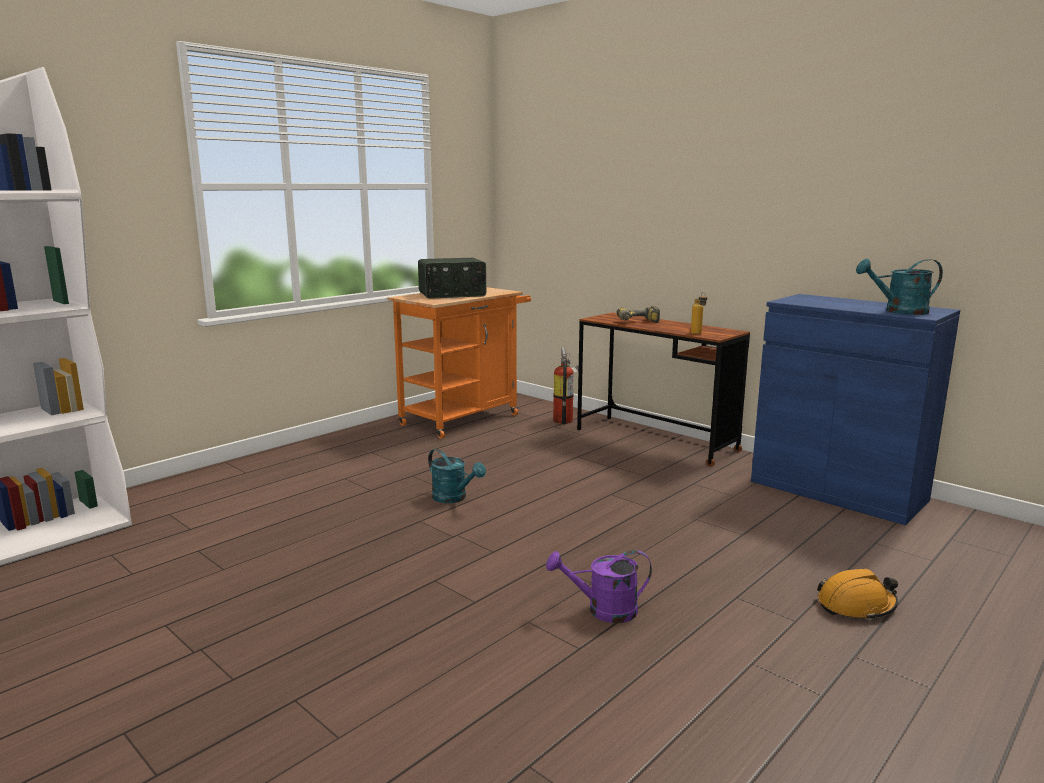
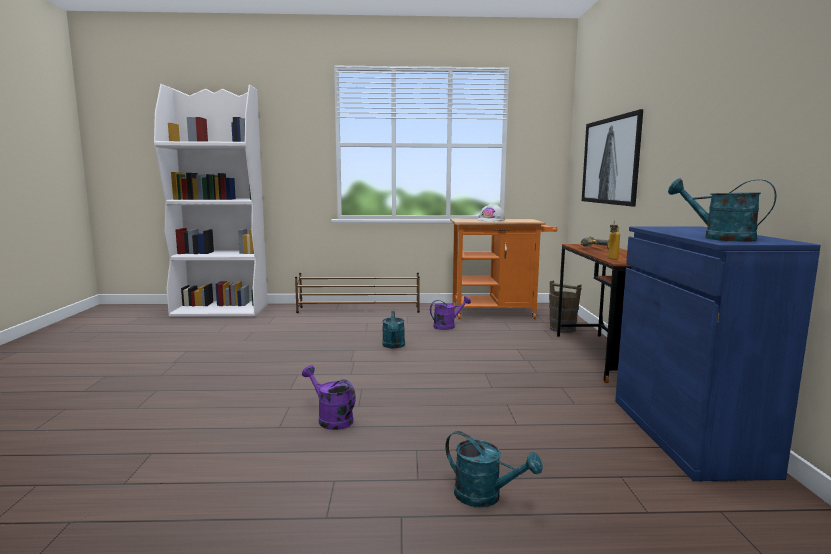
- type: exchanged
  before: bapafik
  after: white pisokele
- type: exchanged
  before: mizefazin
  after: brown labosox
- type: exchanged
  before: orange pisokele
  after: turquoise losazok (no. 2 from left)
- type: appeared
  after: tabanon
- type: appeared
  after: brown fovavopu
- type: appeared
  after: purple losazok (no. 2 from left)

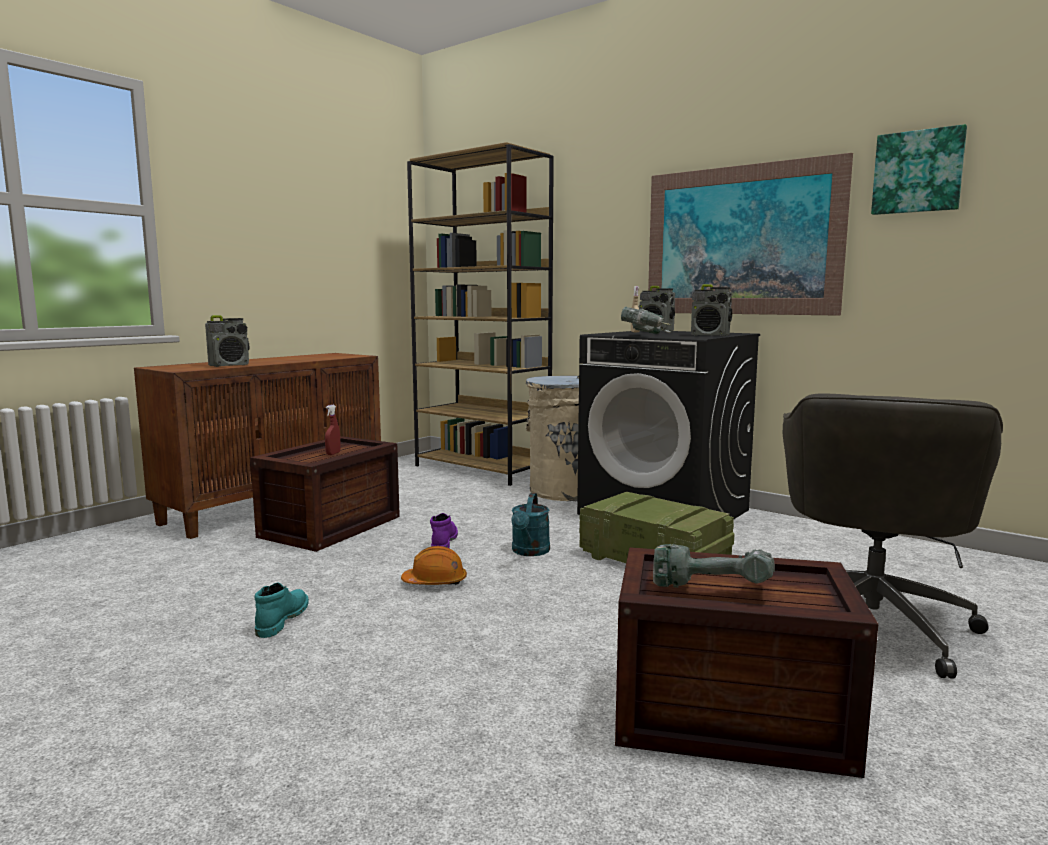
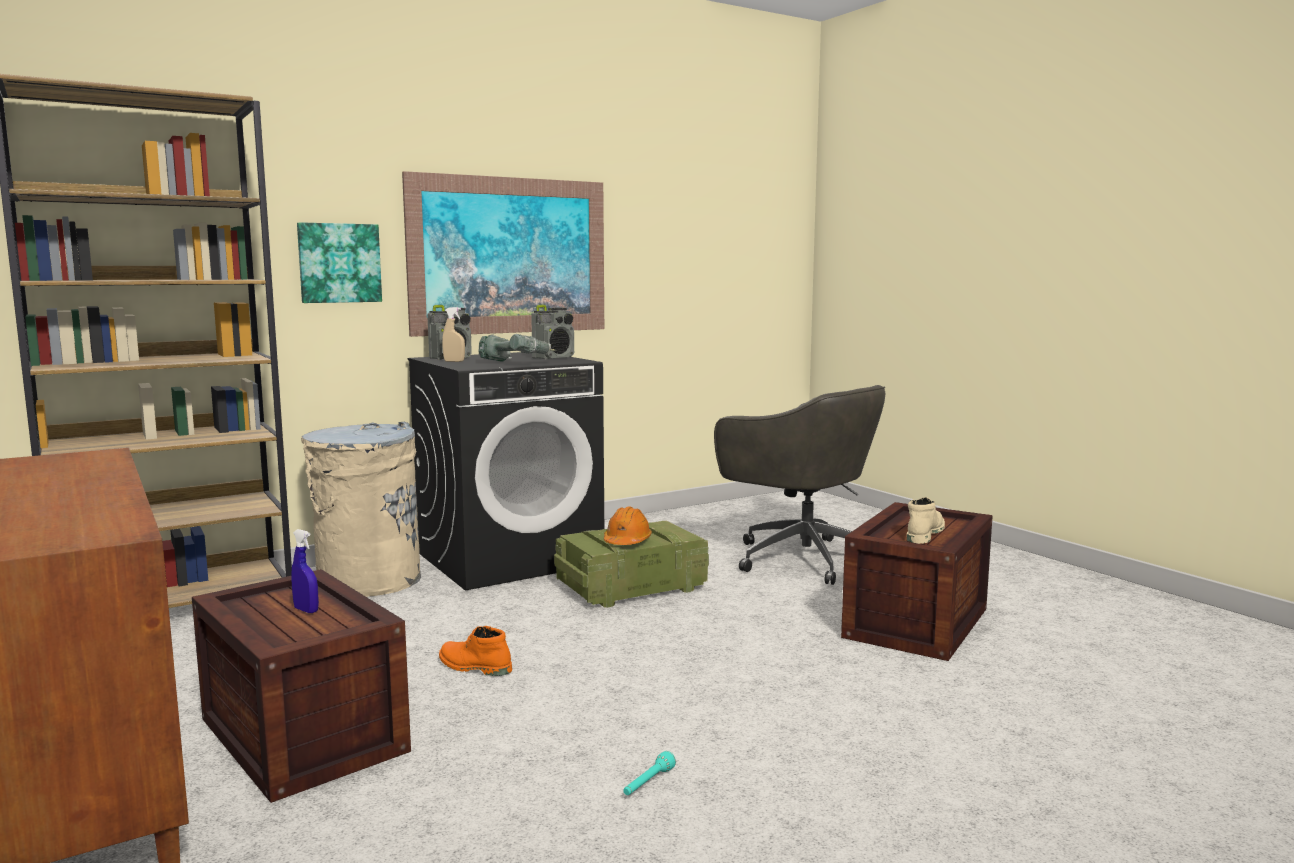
- type: relocated
  before: tabanon (no. 2 from left in the first image)
  after: tabanon (no. 1 from left)
- type: missing
  before: bapafik (no. 1 from left)
- type: colour
  before: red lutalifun
  after: blue lutalifun
- type: missing
  before: turquoise losazok
- type: colour
  before: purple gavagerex
  after: orange gavagerex
- type: exchanged
  before: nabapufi (no. 2 from left)
  after: beige gavagerex
- type: relocated
  before: orange pisokele
- type: exchanged
  before: turquoise gavagerex
  after: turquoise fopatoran

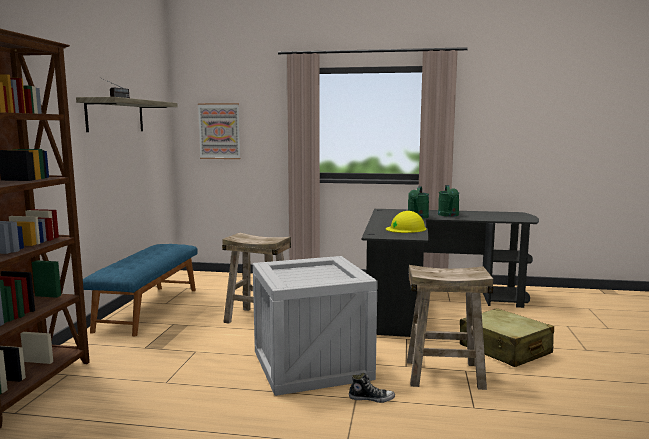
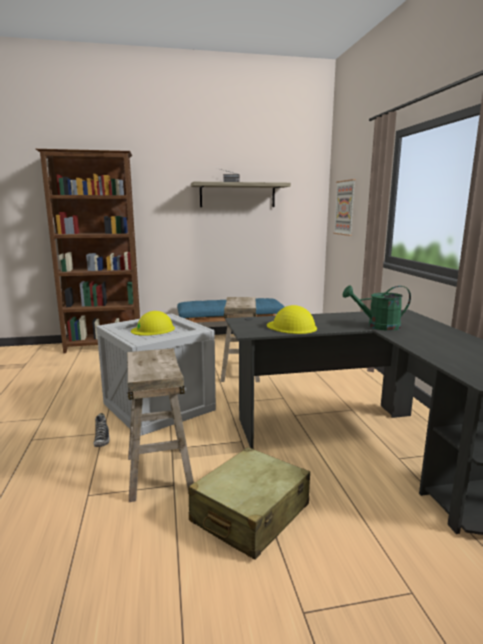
- type: missing
  before: green losazok (no. 2 from left)
- type: appeared
  after: yellow pisokele (no. 1 from left)

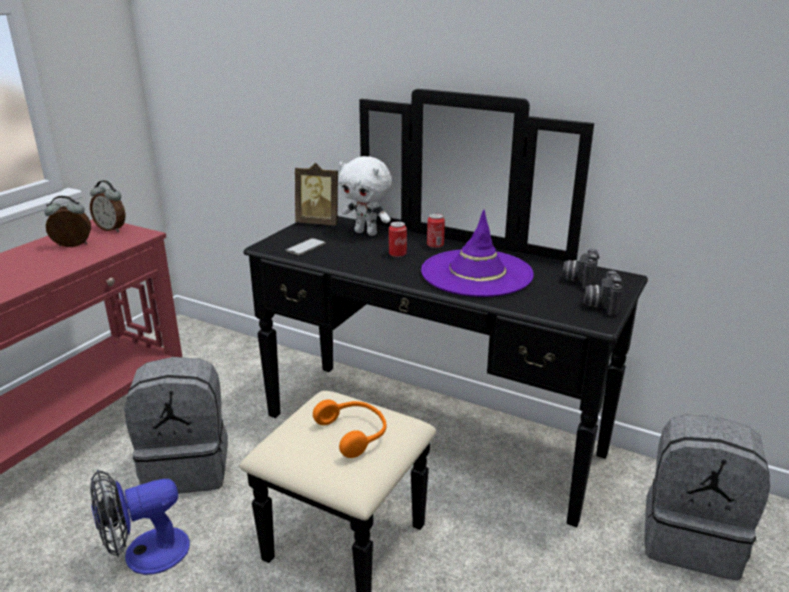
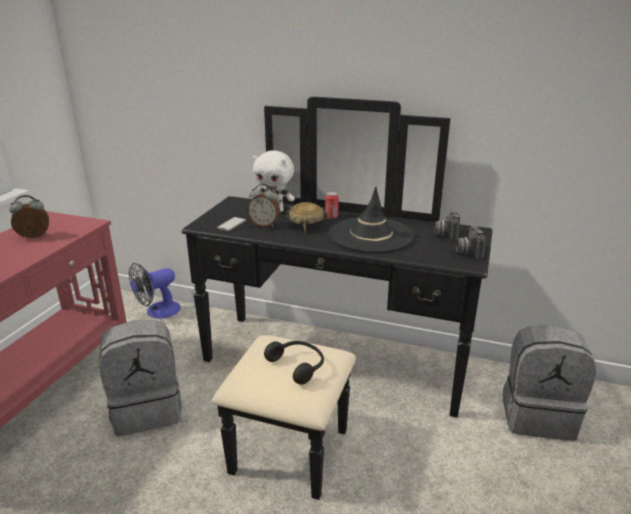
- type: missing
  before: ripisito
- type: relocated
  before: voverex (no. 2 from left)
- type: colour
  before: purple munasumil
  after: black munasumil
- type: exchanged
  before: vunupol (no. 1 from left)
  after: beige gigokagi
- type: colour
  before: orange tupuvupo
  after: black tupuvupo
- type: relocated
  before: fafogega

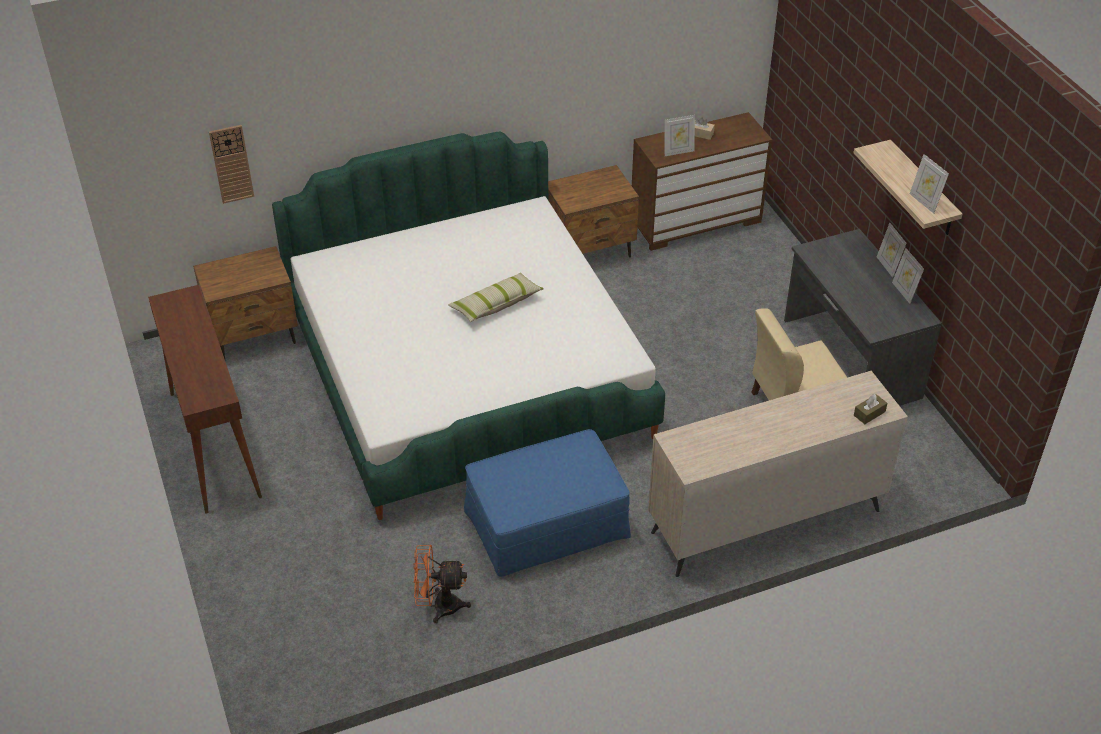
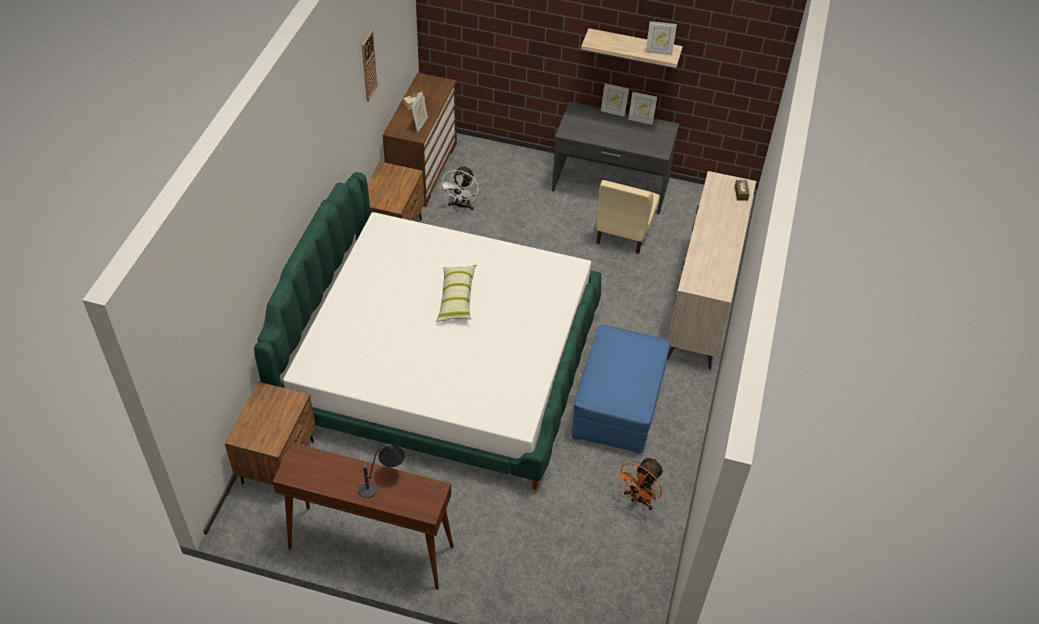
- type: relocated
  before: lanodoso
- type: appeared
  after: white fafogega
- type: appeared
  after: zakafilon

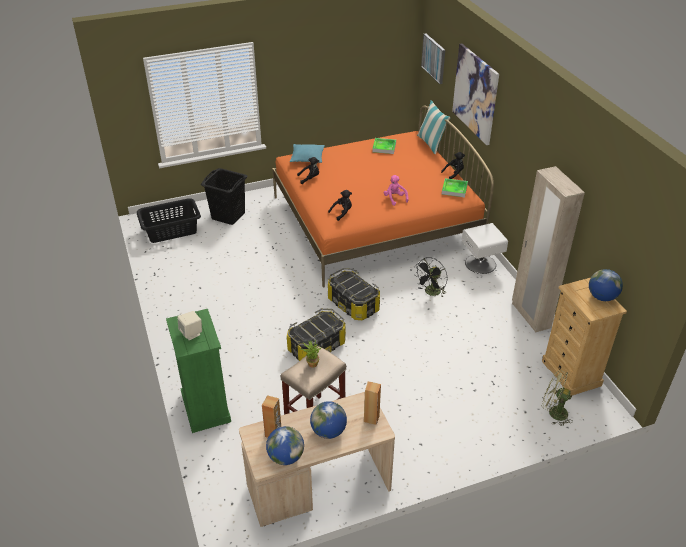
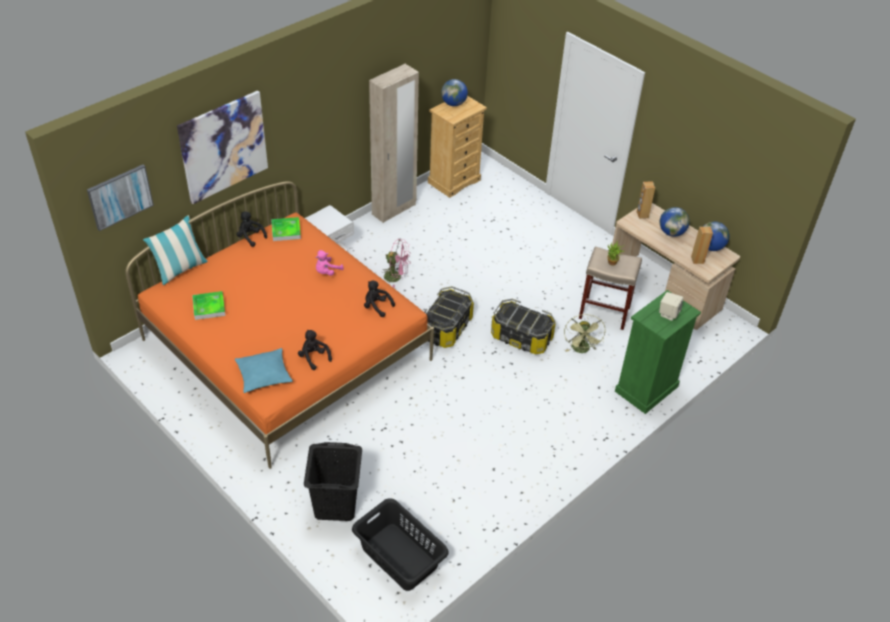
- type: colour
  before: black fafogega
  after: pink fafogega
- type: relocated
  before: green fafogega

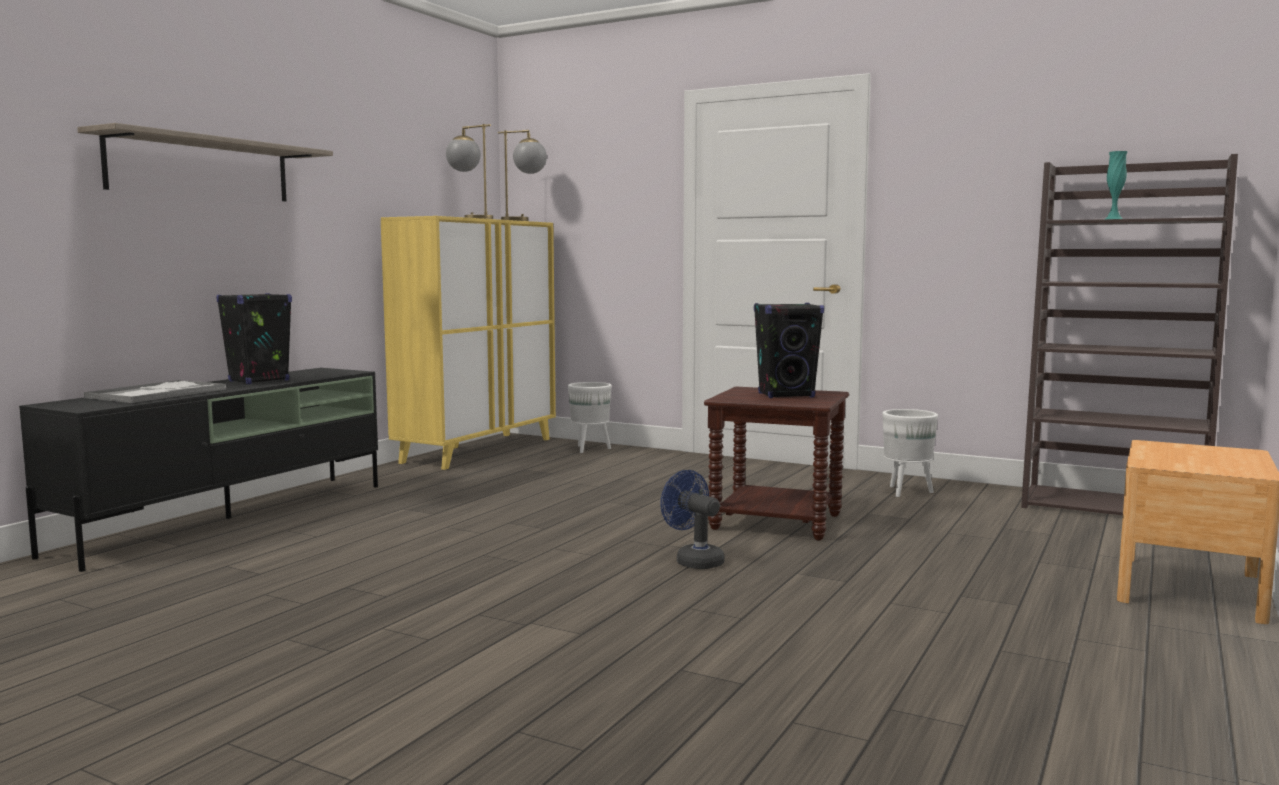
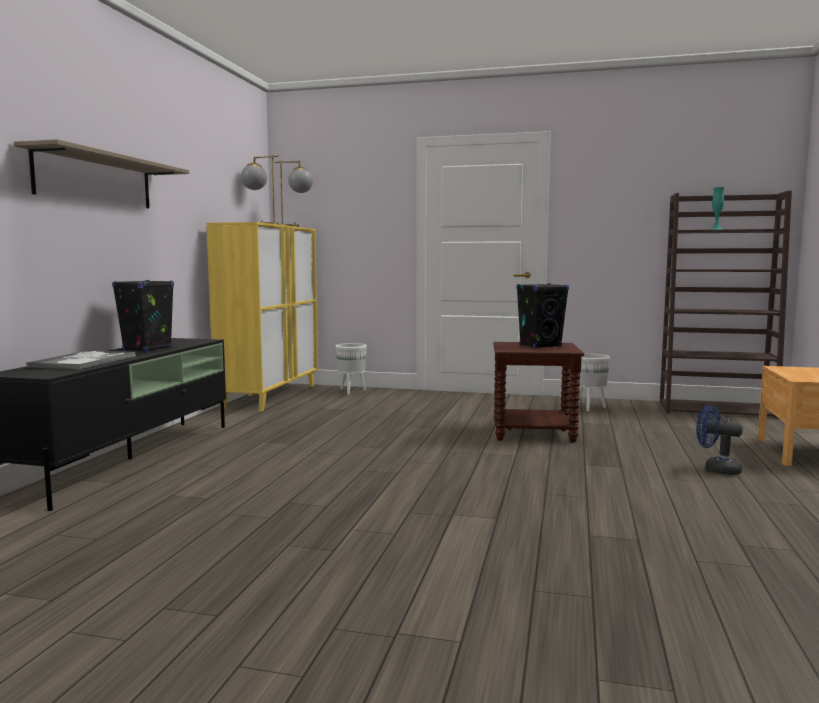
- type: relocated
  before: blue fafogega

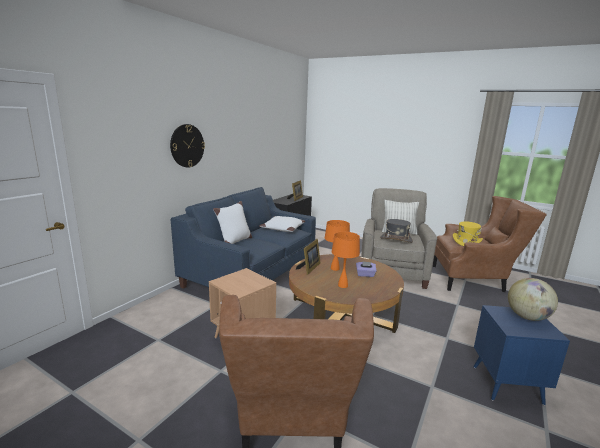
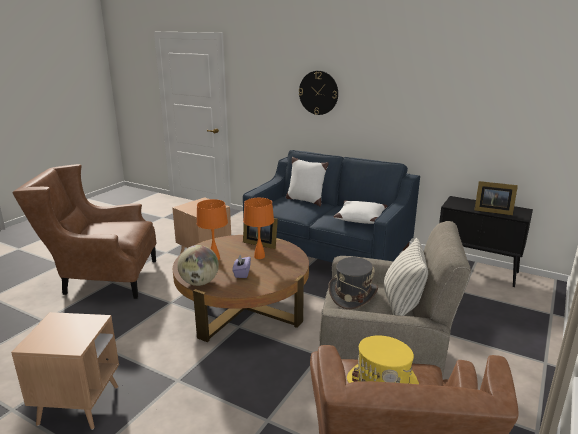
- type: relocated
  before: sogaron
- type: colour
  before: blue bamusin
  after: brown bamusin (no. 1 from left)

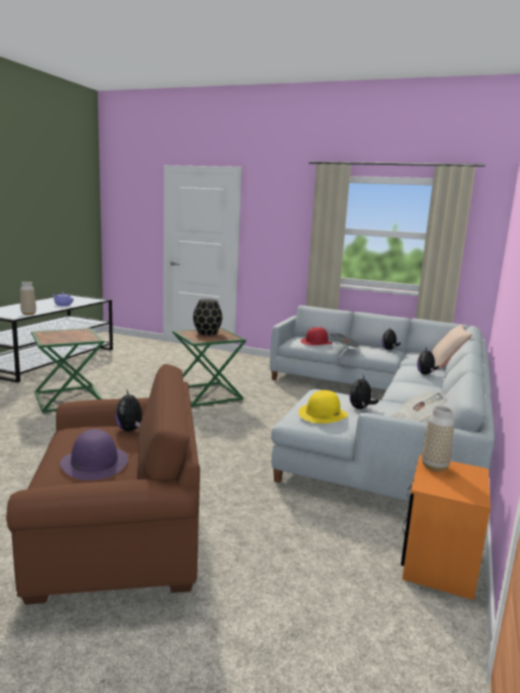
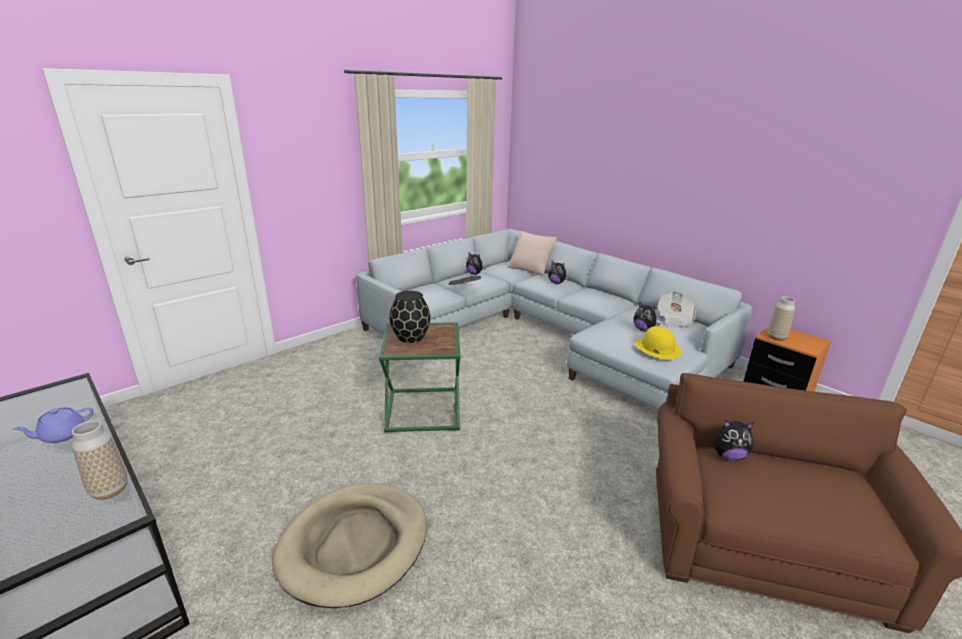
- type: missing
  before: red munasumil
- type: exchanged
  before: green bamusin (no. 1 from left)
  after: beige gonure
- type: missing
  before: purple munasumil

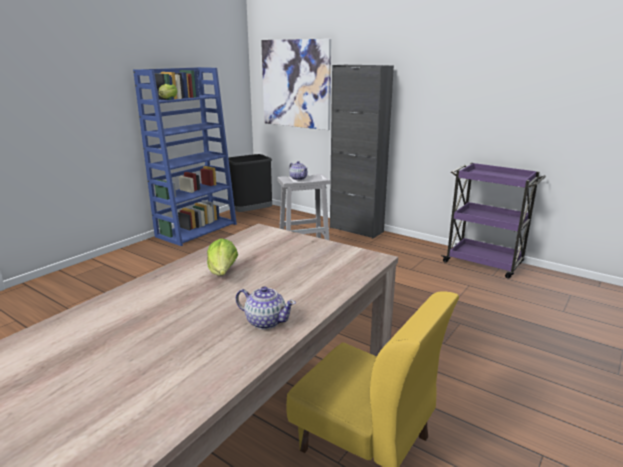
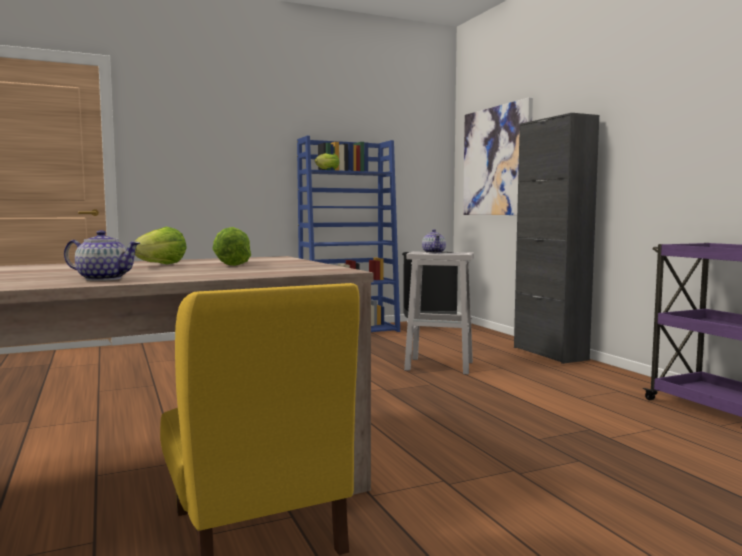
- type: spun
  before: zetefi (no. 1 from left)
  turn: -45
- type: appeared
  after: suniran (no. 2 from left)

